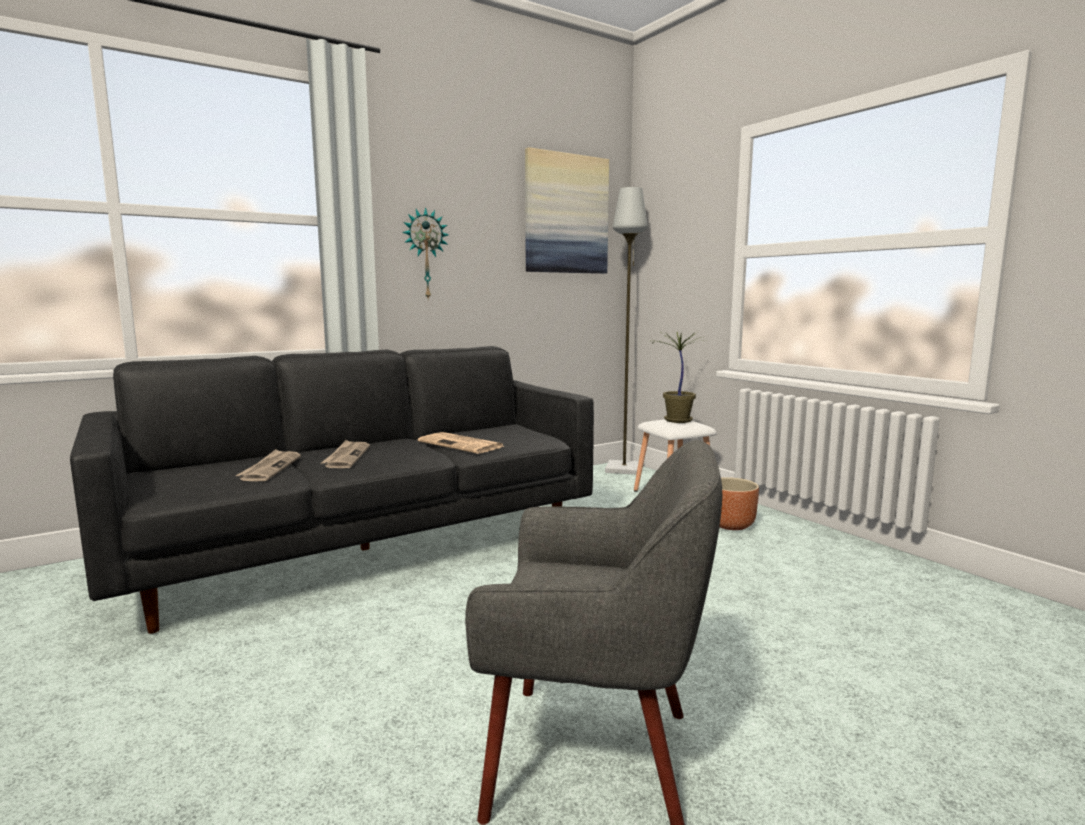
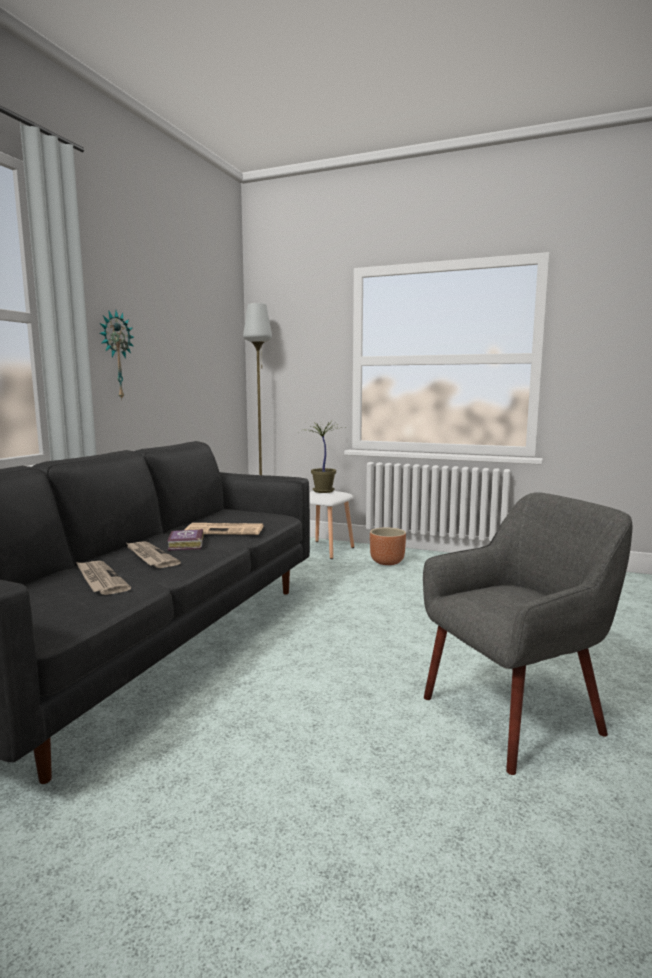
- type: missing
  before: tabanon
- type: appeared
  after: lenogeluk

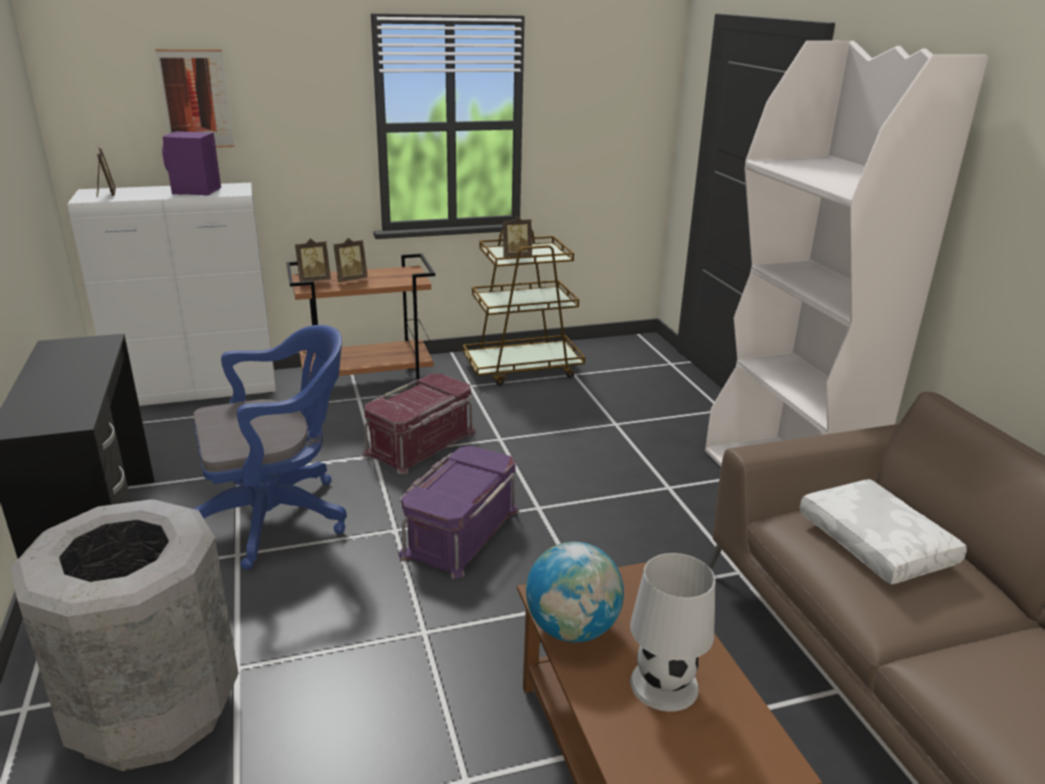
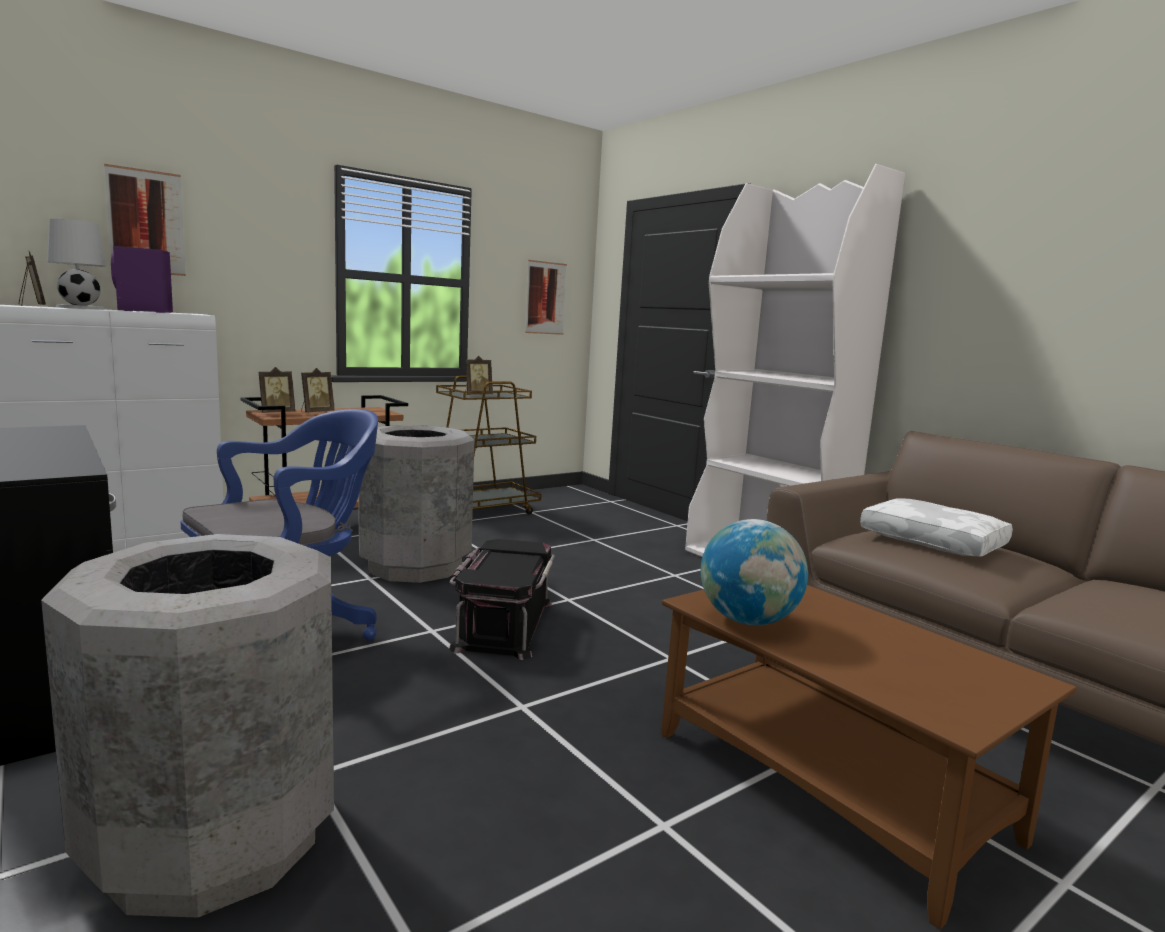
- type: exchanged
  before: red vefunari
  after: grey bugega (no. 2 from left)
- type: colour
  before: purple vefunari
  after: black vefunari
- type: relocated
  before: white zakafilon
- type: appeared
  after: tabanon (no. 2 from left)

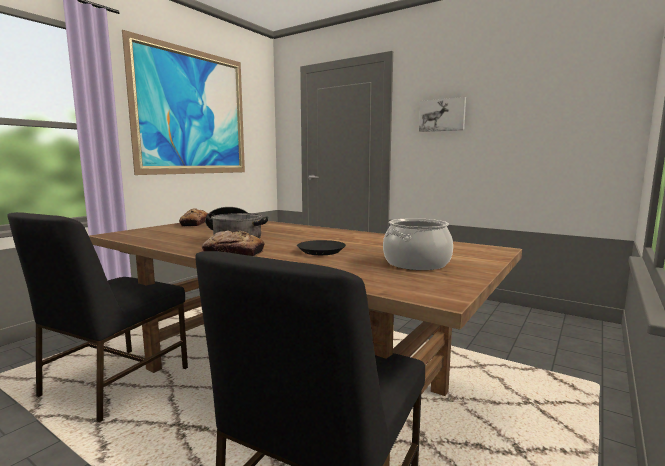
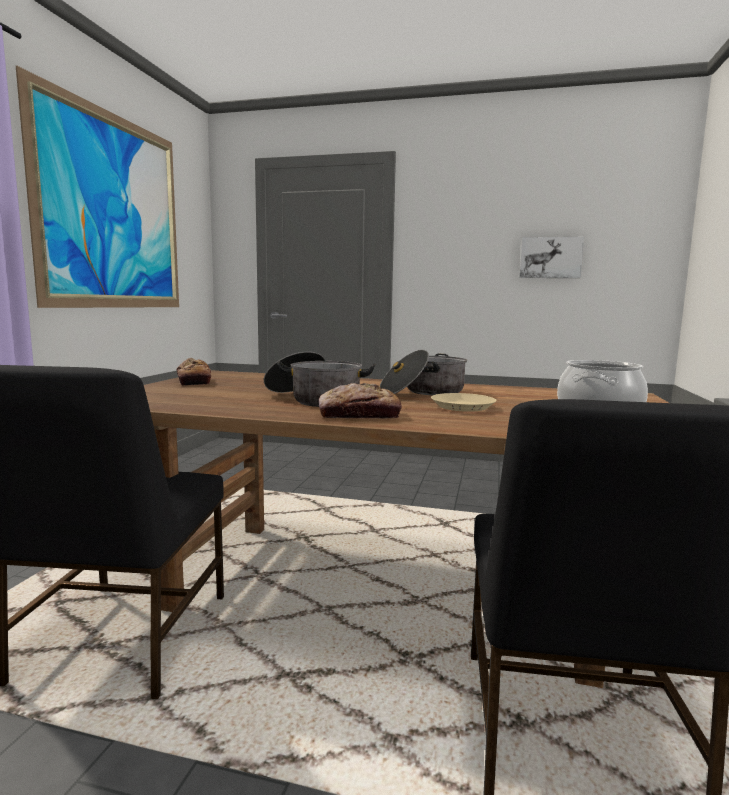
- type: relocated
  before: tabanon (no. 2 from left)
- type: colour
  before: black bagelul
  after: beige bagelul
- type: appeared
  after: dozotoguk (no. 2 from left)

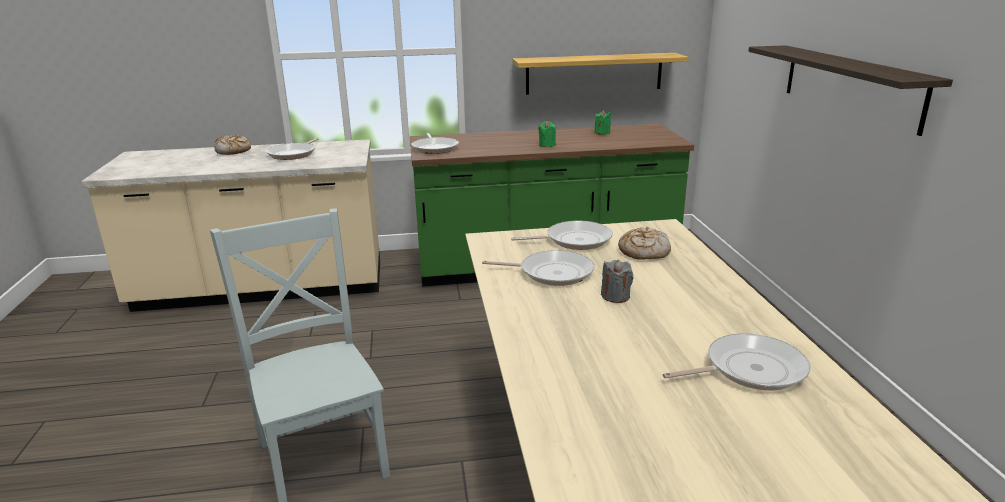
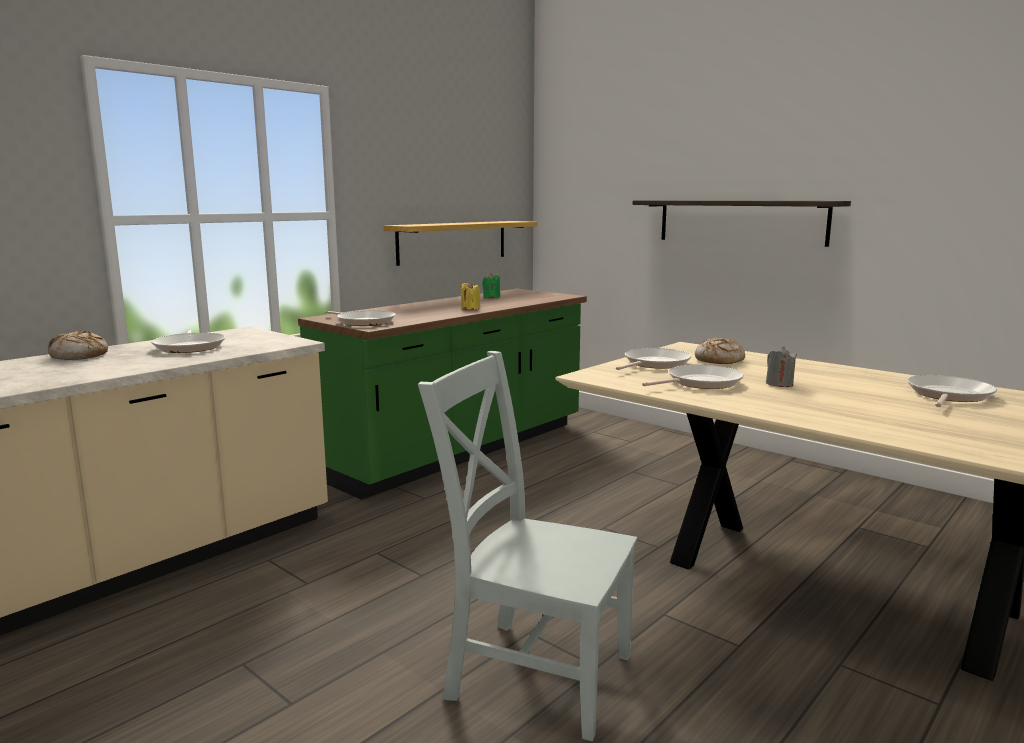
- type: colour
  before: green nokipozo (no. 1 from left)
  after: yellow nokipozo

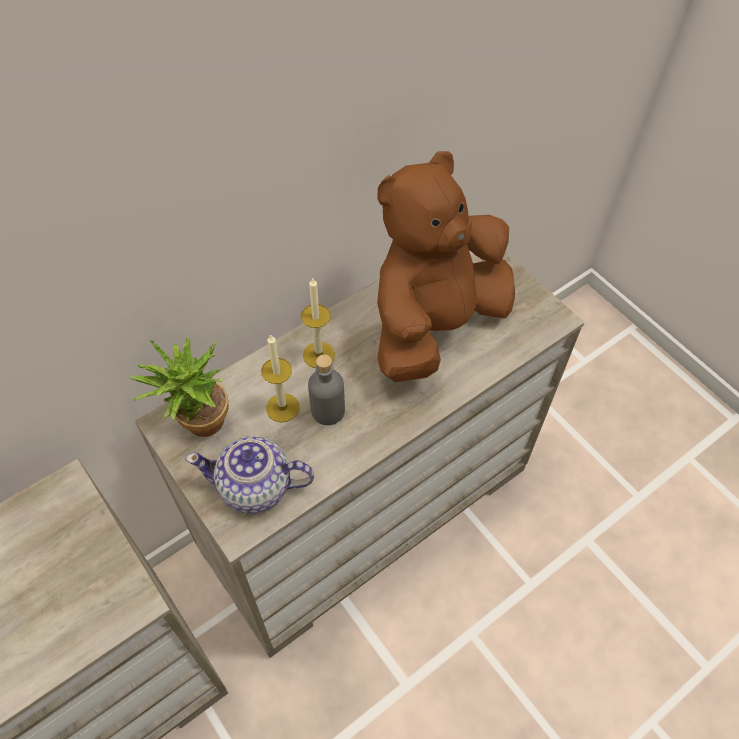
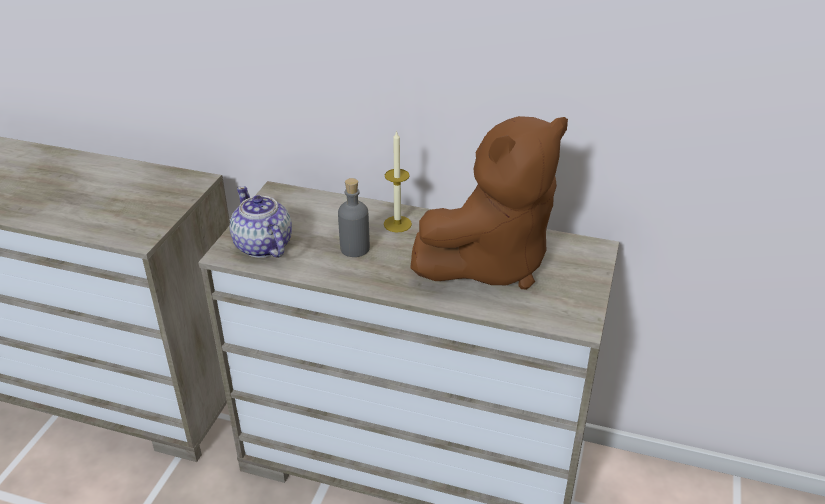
- type: spun
  before: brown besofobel
  turn: 135
- type: missing
  before: nokipozo (no. 1 from left)
- type: missing
  before: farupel

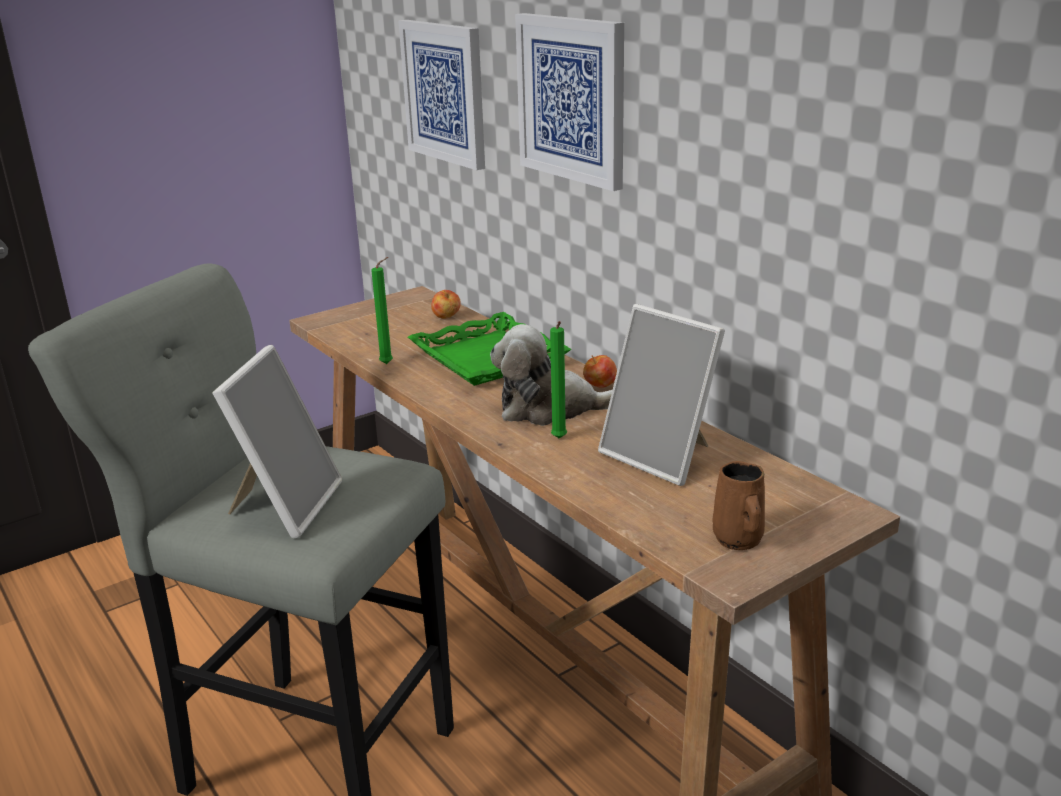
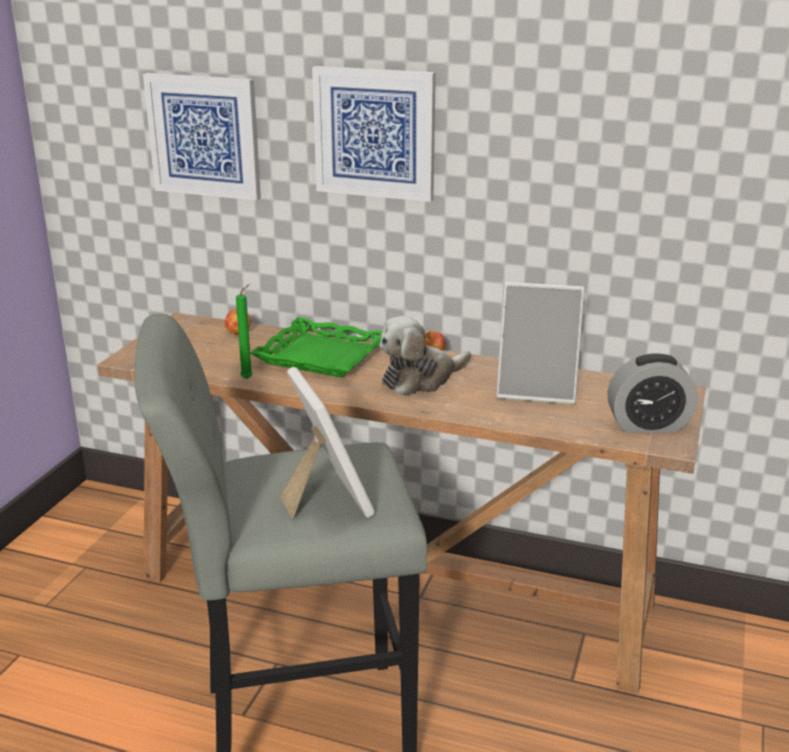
- type: missing
  before: green nokipozo (no. 2 from left)
- type: exchanged
  before: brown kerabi
  after: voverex

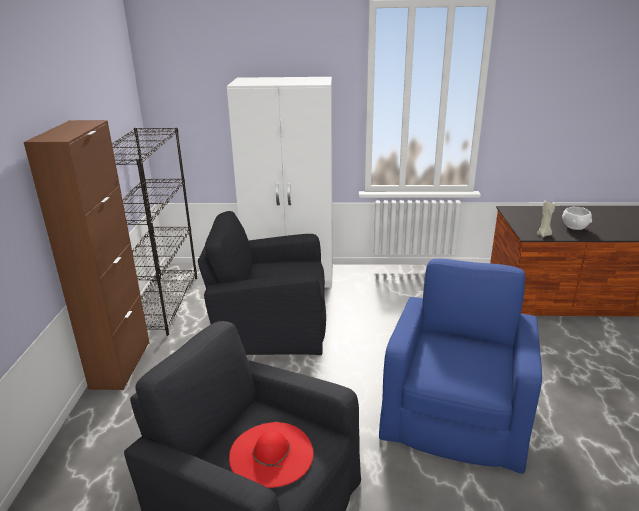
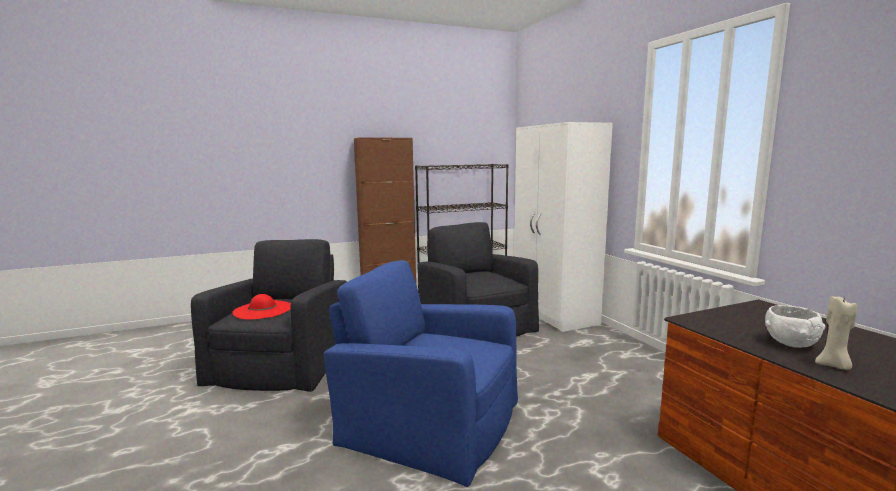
- type: relocated
  before: beige nokipozo
- type: spun
  before: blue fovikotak
  turn: -150

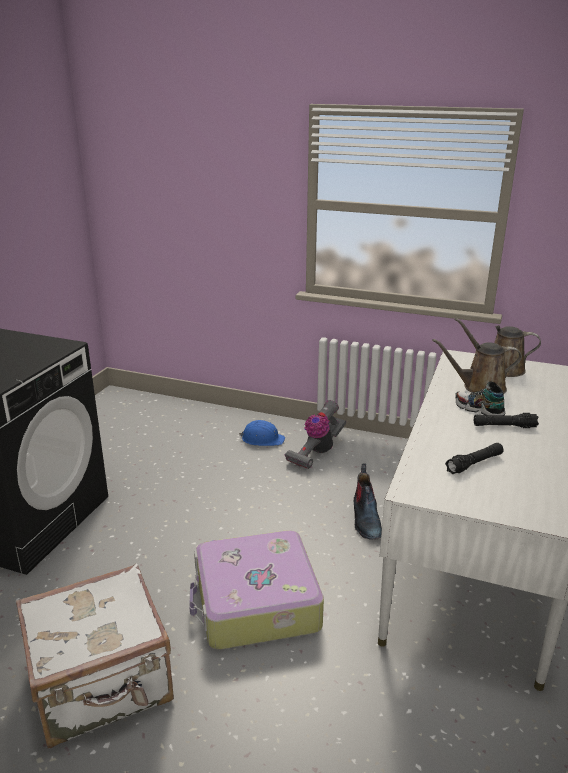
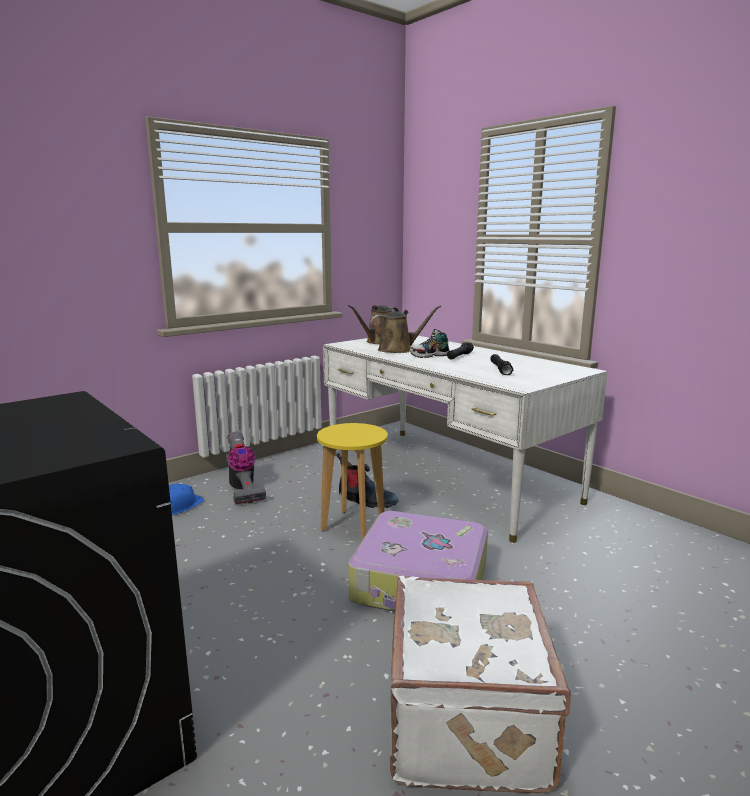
- type: spun
  before: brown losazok (no. 1 from left in the first image)
  turn: -135
- type: appeared
  after: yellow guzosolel

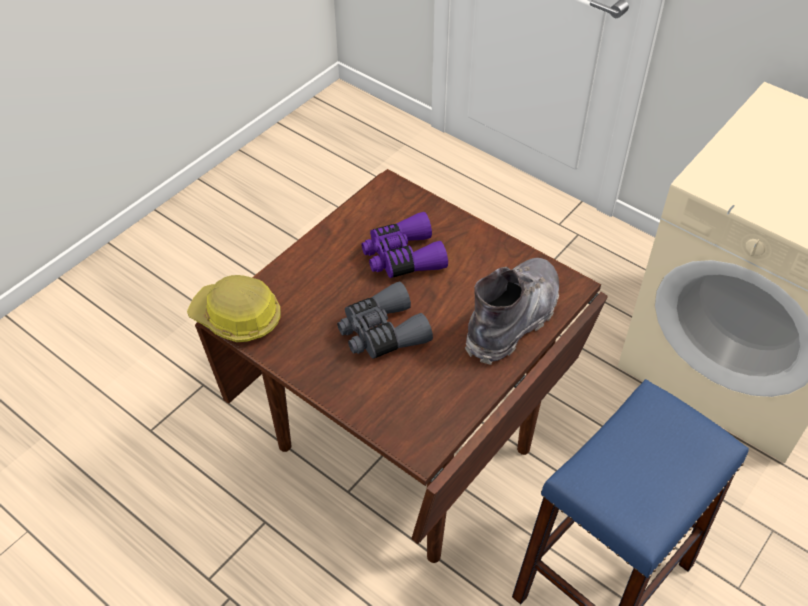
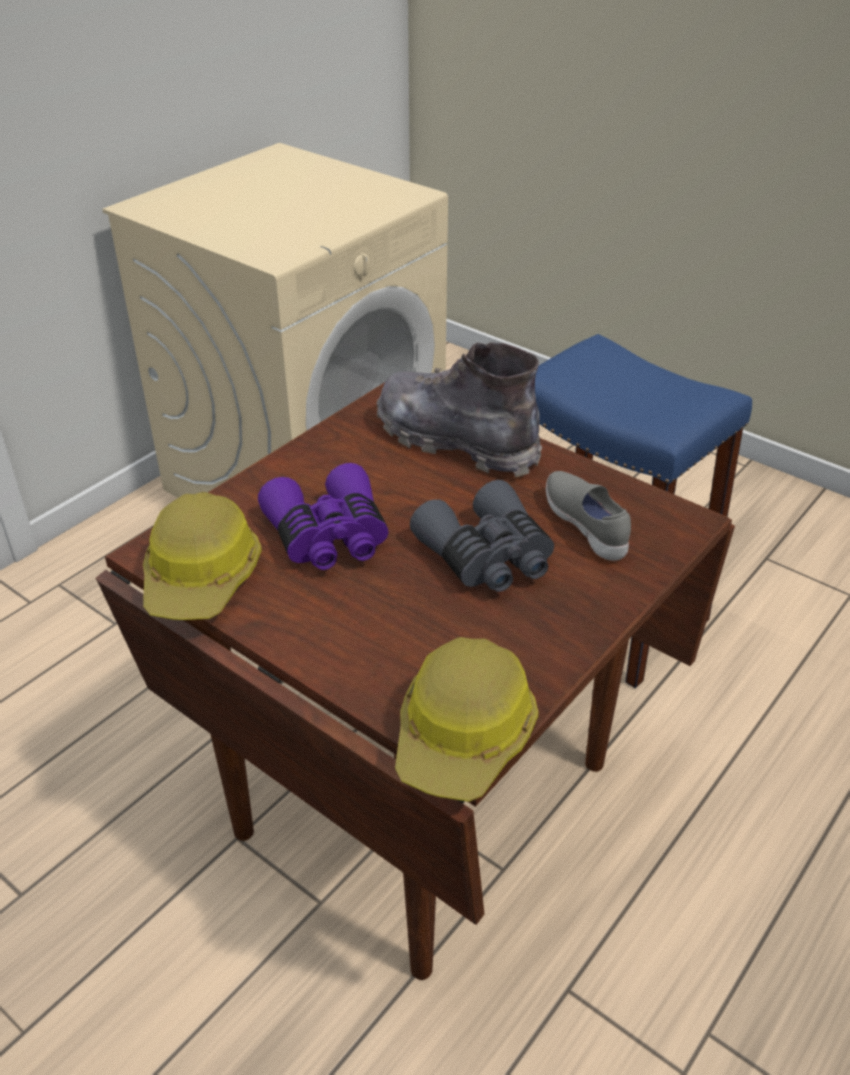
- type: appeared
  after: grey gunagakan
- type: appeared
  after: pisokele (no. 1 from left)

